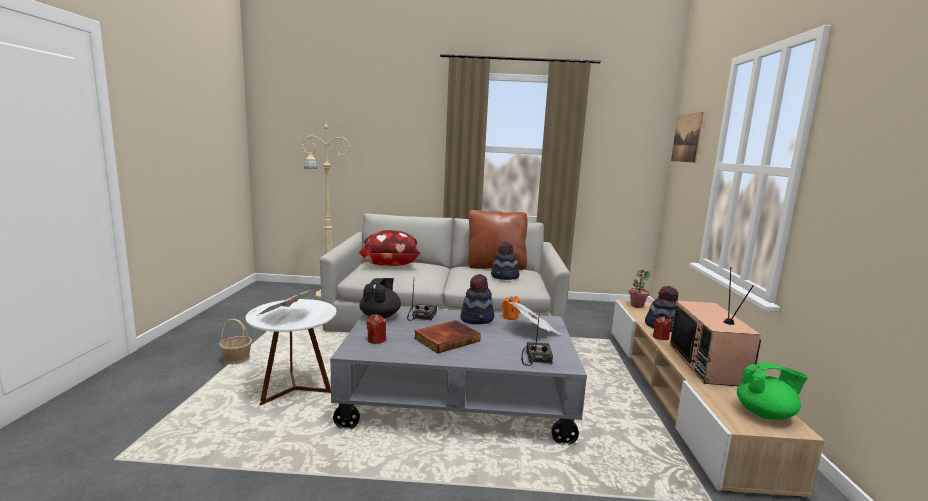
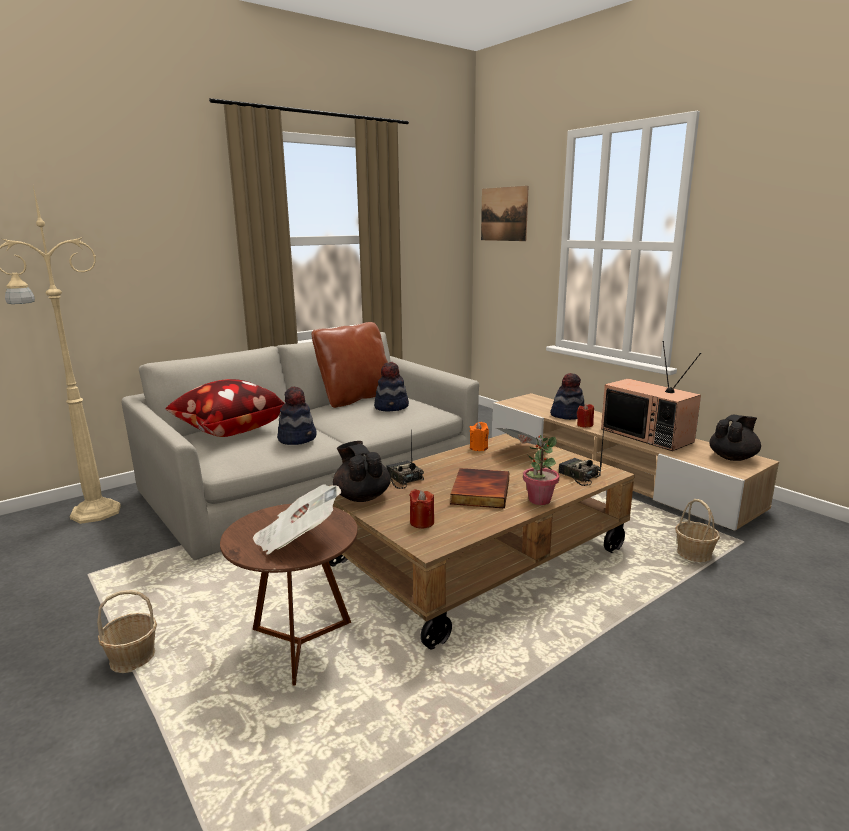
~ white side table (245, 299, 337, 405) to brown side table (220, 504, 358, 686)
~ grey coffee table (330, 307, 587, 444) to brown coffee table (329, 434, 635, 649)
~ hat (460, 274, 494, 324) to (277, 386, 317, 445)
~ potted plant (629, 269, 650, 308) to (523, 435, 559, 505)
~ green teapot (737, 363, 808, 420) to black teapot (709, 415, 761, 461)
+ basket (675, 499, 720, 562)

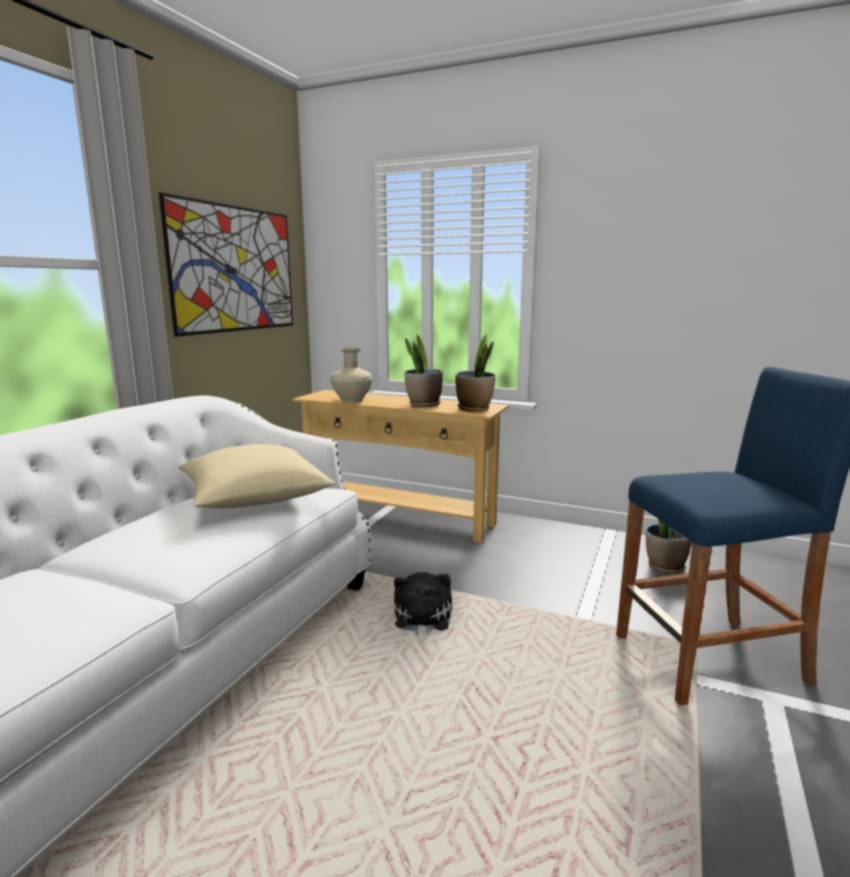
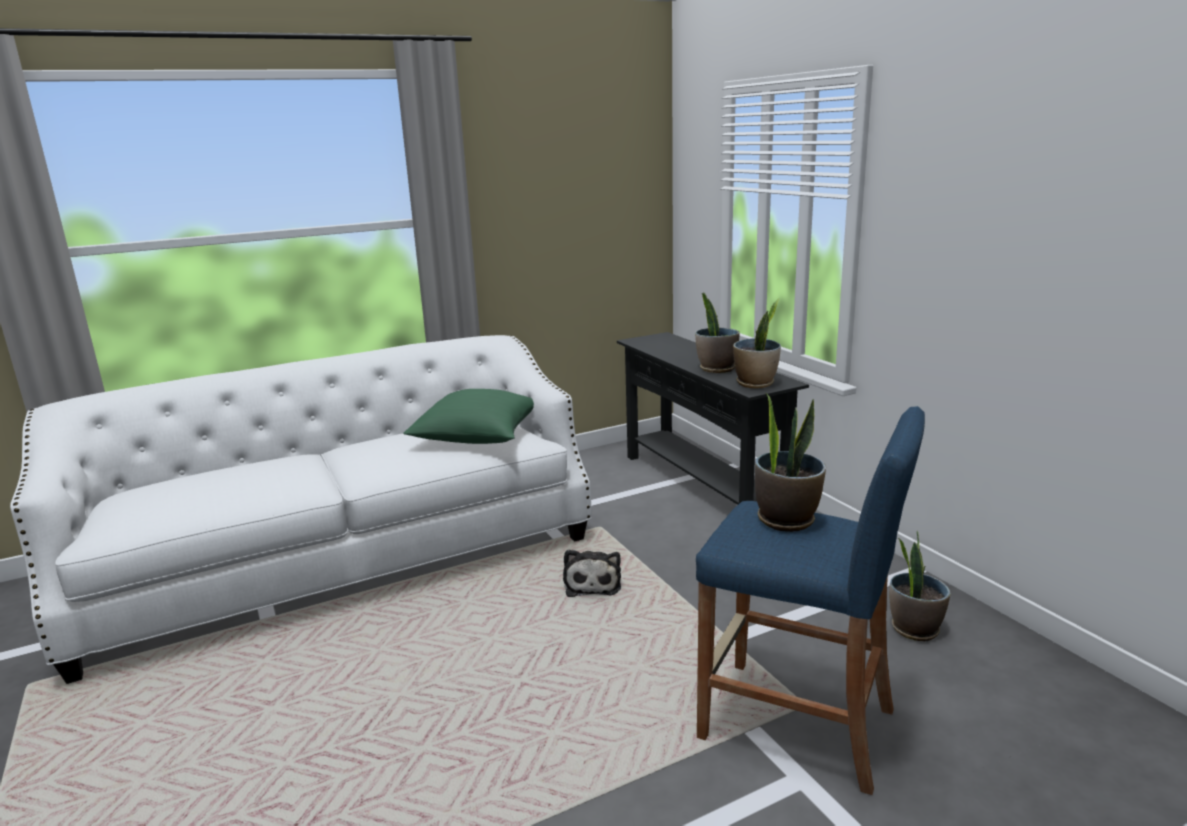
- picture (159, 192, 293, 337)
~ beige pillow (179, 444, 336, 508) to green pillow (403, 389, 534, 444)
~ beige console table (292, 390, 509, 543) to black console table (617, 332, 809, 505)
- beige vase (330, 348, 373, 402)
~ plush toy (394, 572, 452, 643) = (563, 549, 621, 597) 135 degrees clockwise
+ potted plant (755, 393, 826, 532)

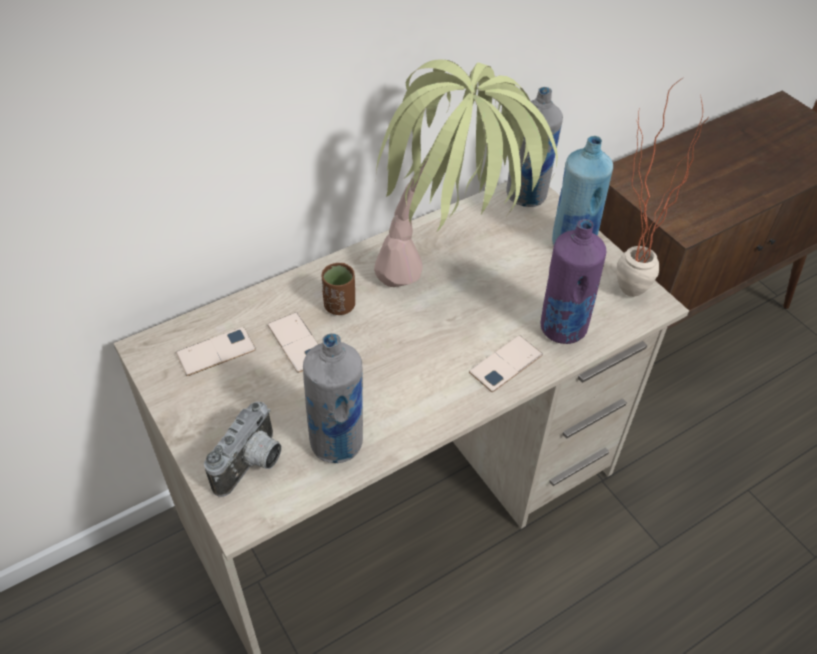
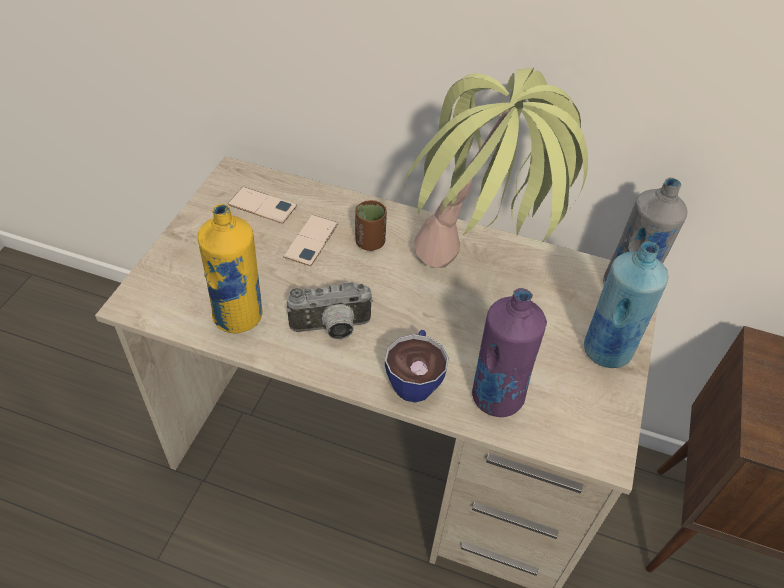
~ photo camera (204, 402, 281, 497) to (287, 282, 373, 340)
~ grey bottle (303, 333, 363, 463) to yellow bottle (197, 204, 263, 334)
~ phone (469, 335, 543, 392) to cup (385, 330, 449, 403)
- potted plant (617, 78, 709, 297)

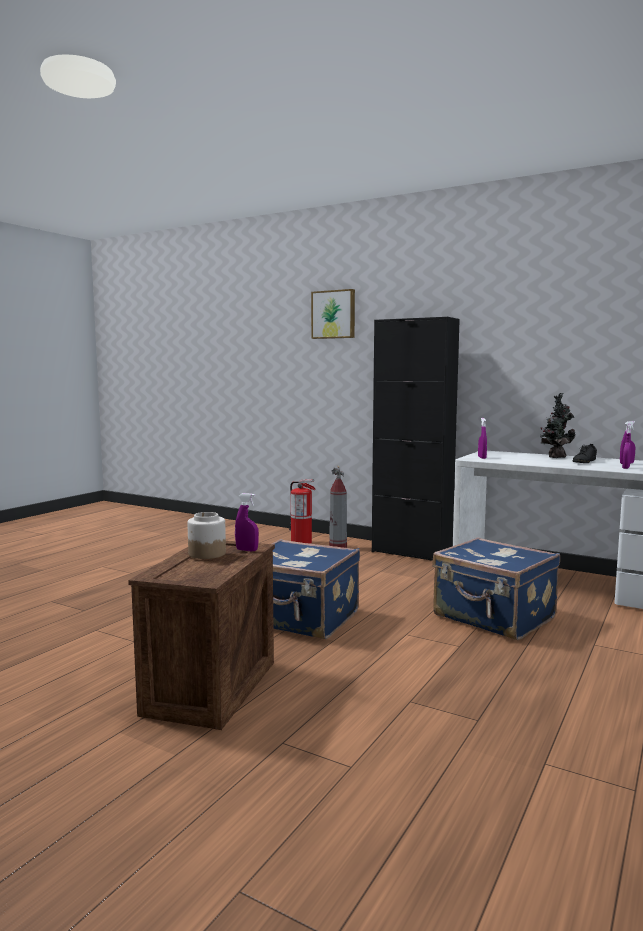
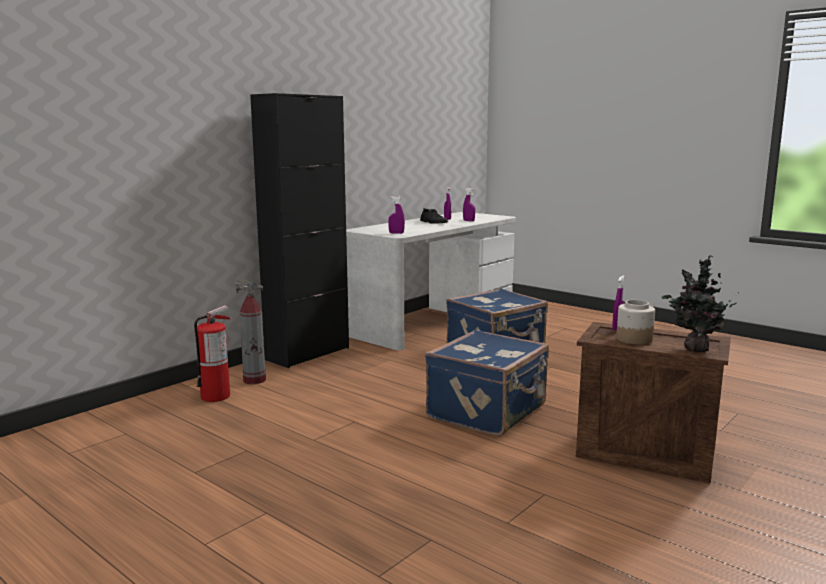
- picture (311, 289, 355, 339)
~ potted plant (540, 393, 576, 458) to (662, 255, 739, 352)

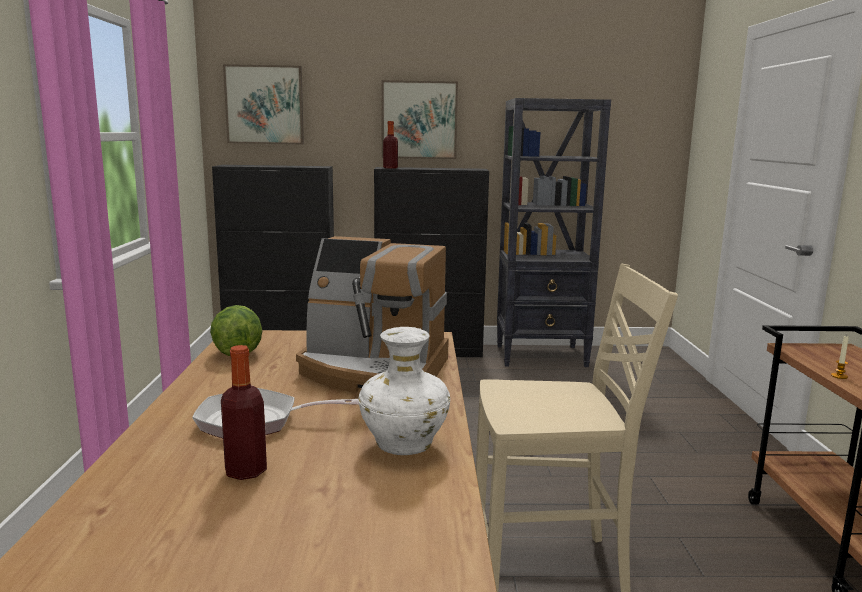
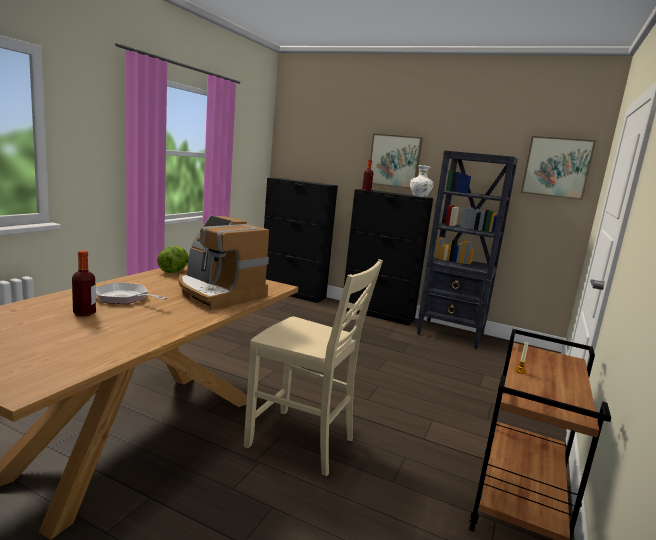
~ picture (223, 64, 304, 144) to (521, 136, 596, 200)
~ white vase (359, 327, 450, 455) to (410, 165, 434, 198)

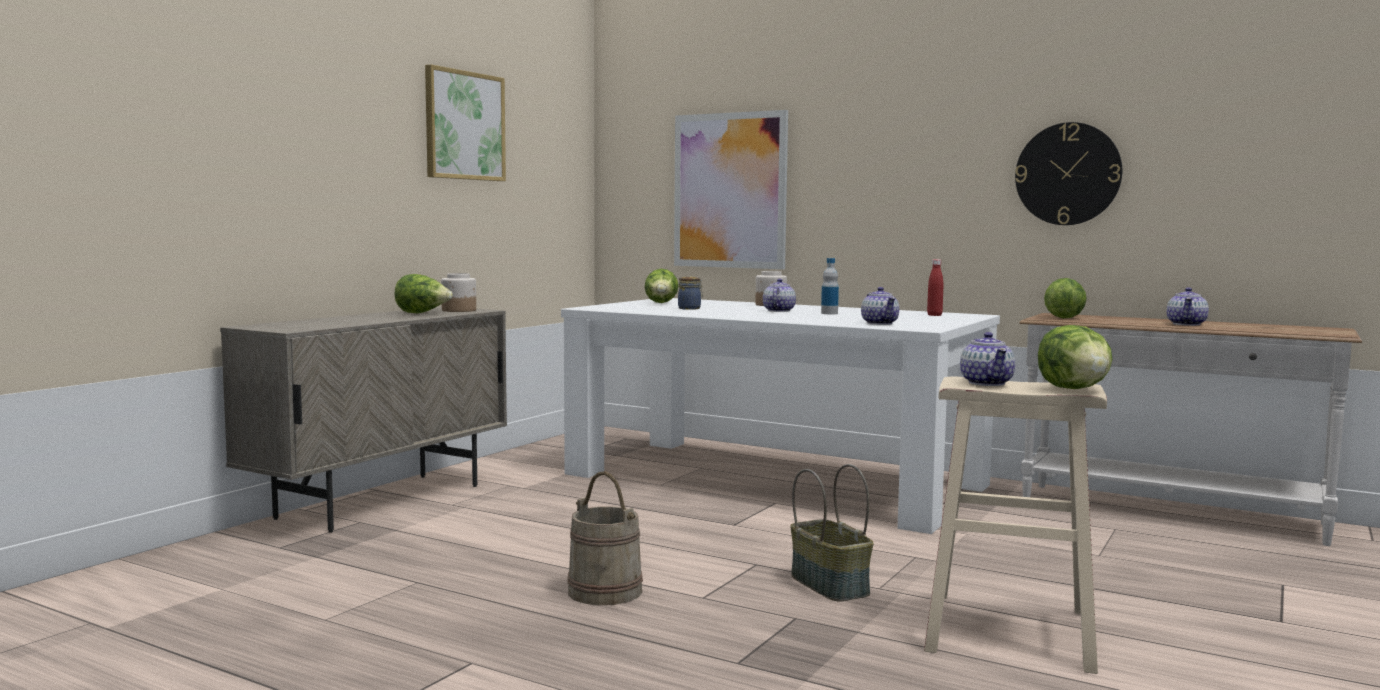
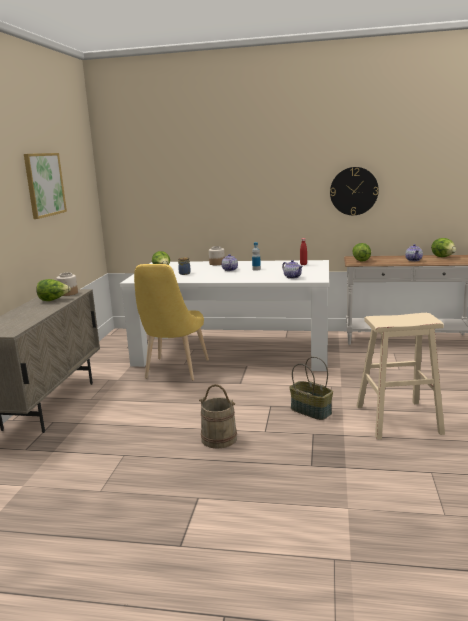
- picture (674, 110, 788, 269)
- teapot (960, 332, 1015, 386)
~ lettuce (1038, 325, 1113, 389) to (431, 238, 456, 257)
+ yellow chair (134, 264, 209, 380)

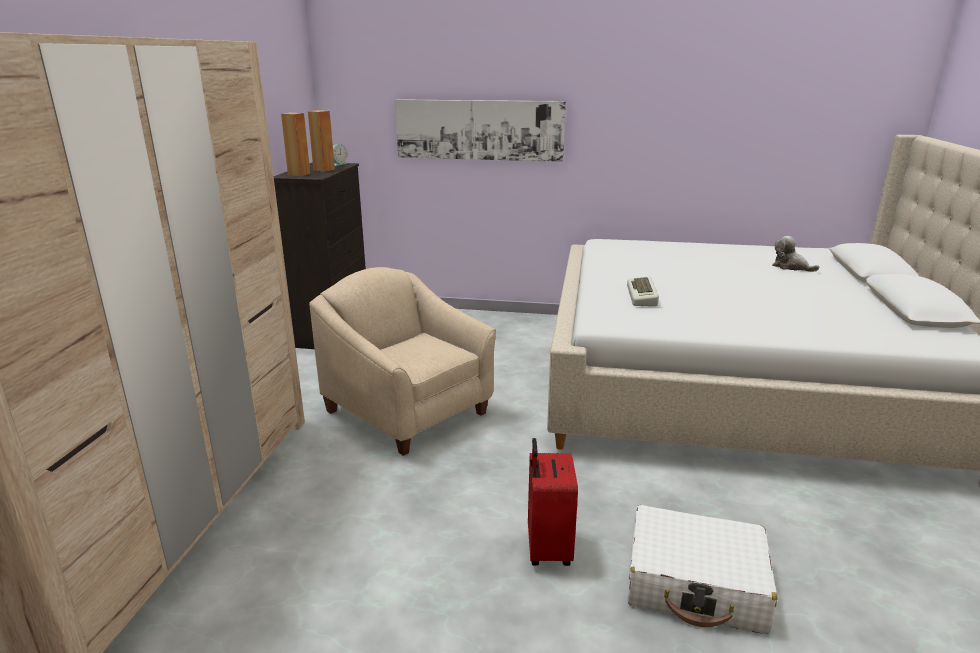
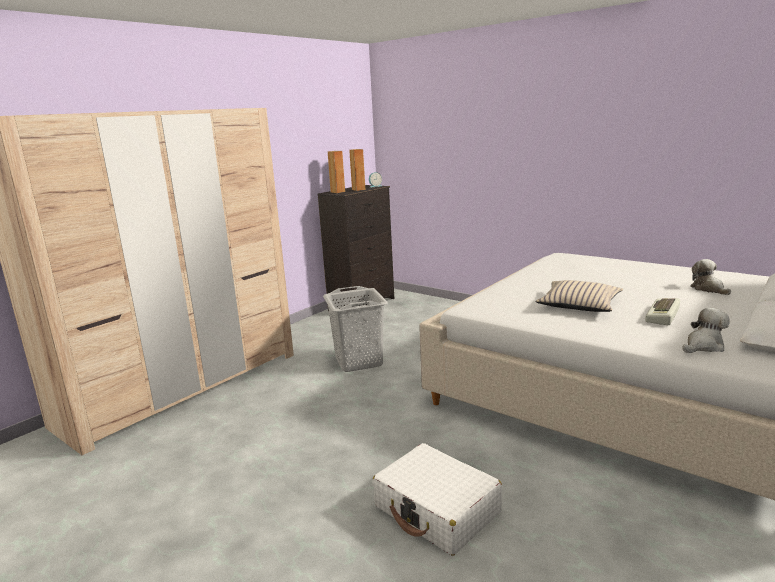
~ beige armchair (309, 267, 496, 456) to grey laundry basket (323, 286, 388, 372)
- picture (395, 99, 566, 162)
- red suitcase (528, 438, 578, 566)
~ keyboard (627, 277, 659, 307) to (645, 298, 680, 325)
+ beige pillow (535, 280, 623, 312)
+ plush toy (682, 308, 730, 353)

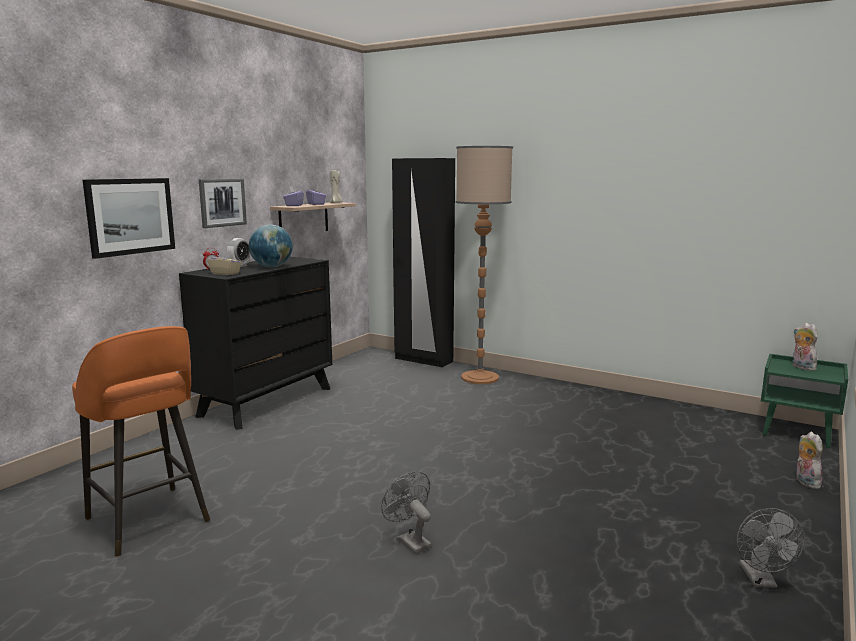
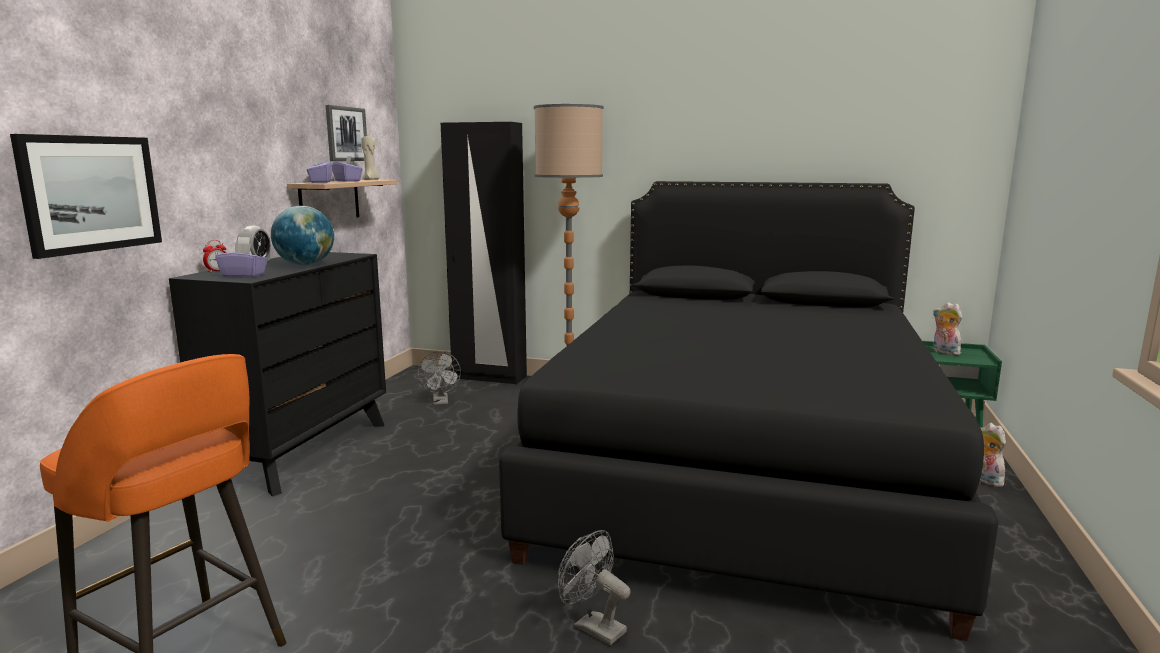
~ picture (199, 178, 247, 228) to (326, 105, 367, 161)
~ beige tissue box (207, 251, 242, 275) to purple tissue box (215, 243, 268, 278)
~ grey fan (737, 508, 804, 588) to (418, 351, 461, 405)
+ black bed (499, 181, 999, 641)

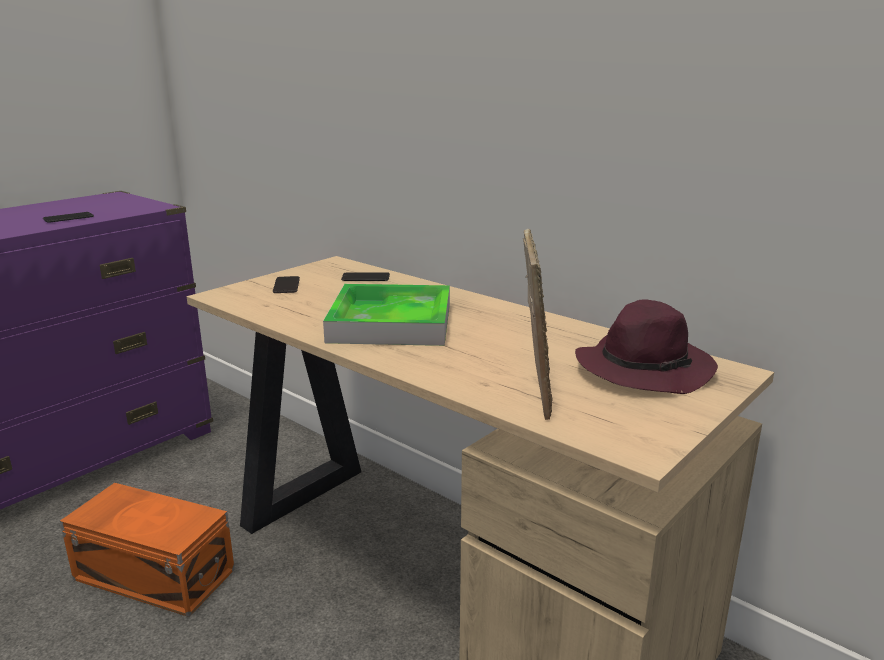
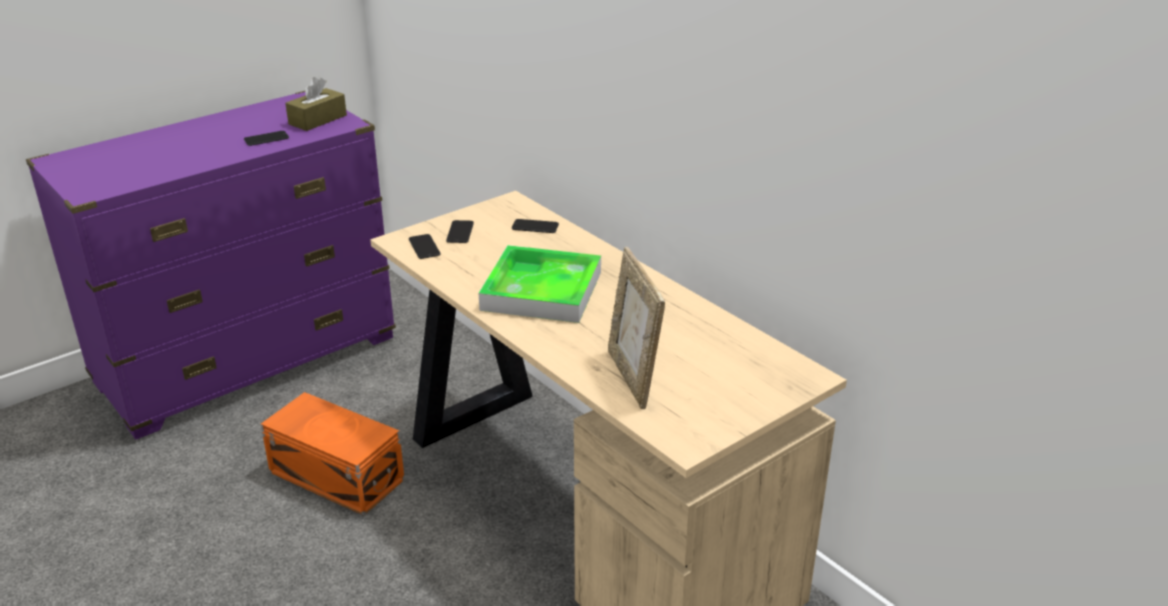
~ picture frame (523, 229, 553, 420) = (608, 247, 665, 409) 150 degrees clockwise
- purple hat (575, 299, 718, 394)
+ brown tissue box (285, 77, 347, 131)
+ phone (409, 234, 441, 259)

